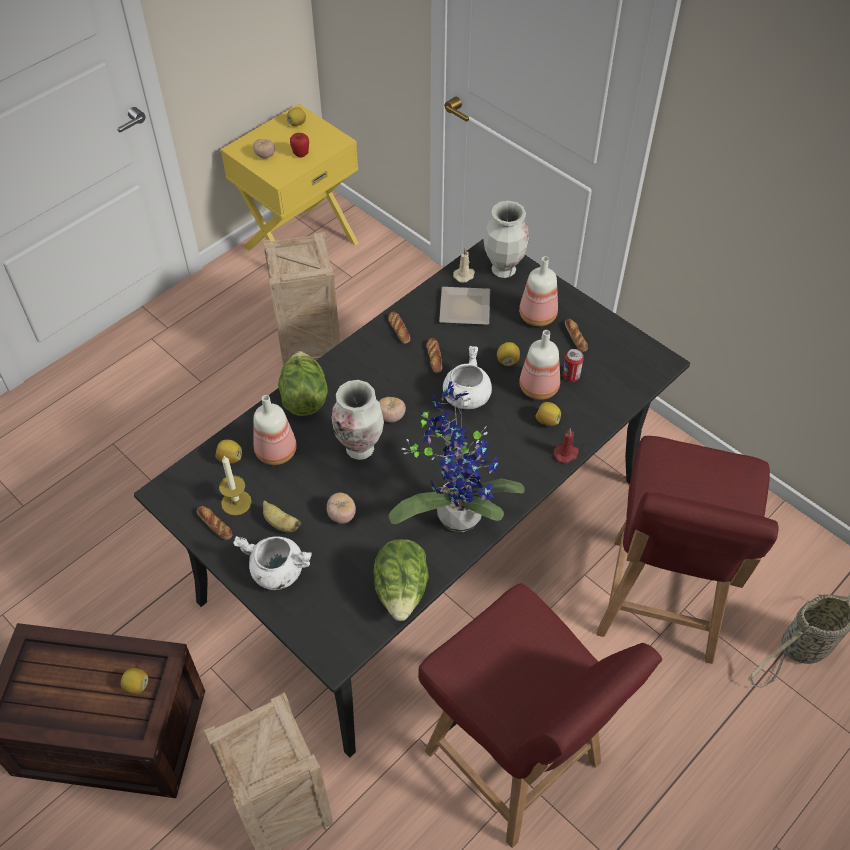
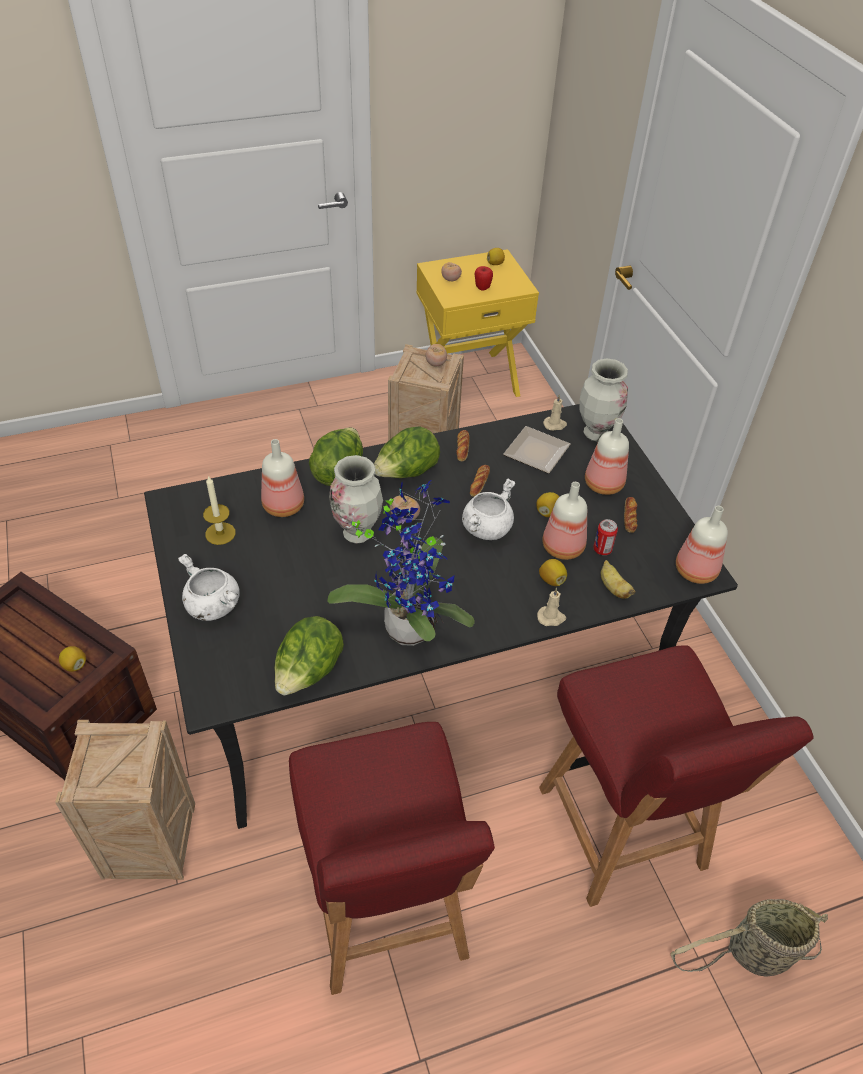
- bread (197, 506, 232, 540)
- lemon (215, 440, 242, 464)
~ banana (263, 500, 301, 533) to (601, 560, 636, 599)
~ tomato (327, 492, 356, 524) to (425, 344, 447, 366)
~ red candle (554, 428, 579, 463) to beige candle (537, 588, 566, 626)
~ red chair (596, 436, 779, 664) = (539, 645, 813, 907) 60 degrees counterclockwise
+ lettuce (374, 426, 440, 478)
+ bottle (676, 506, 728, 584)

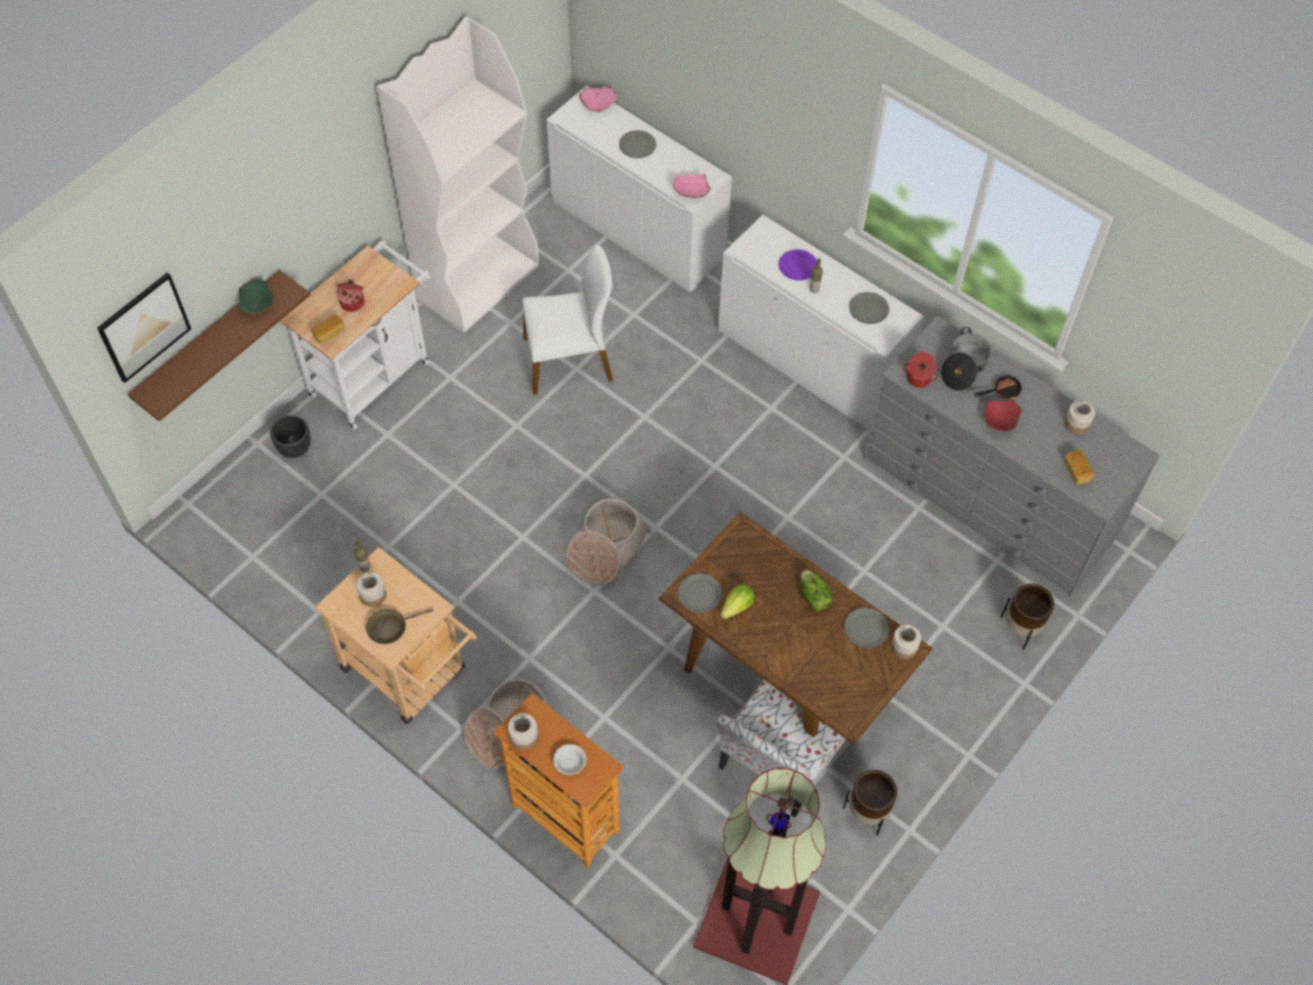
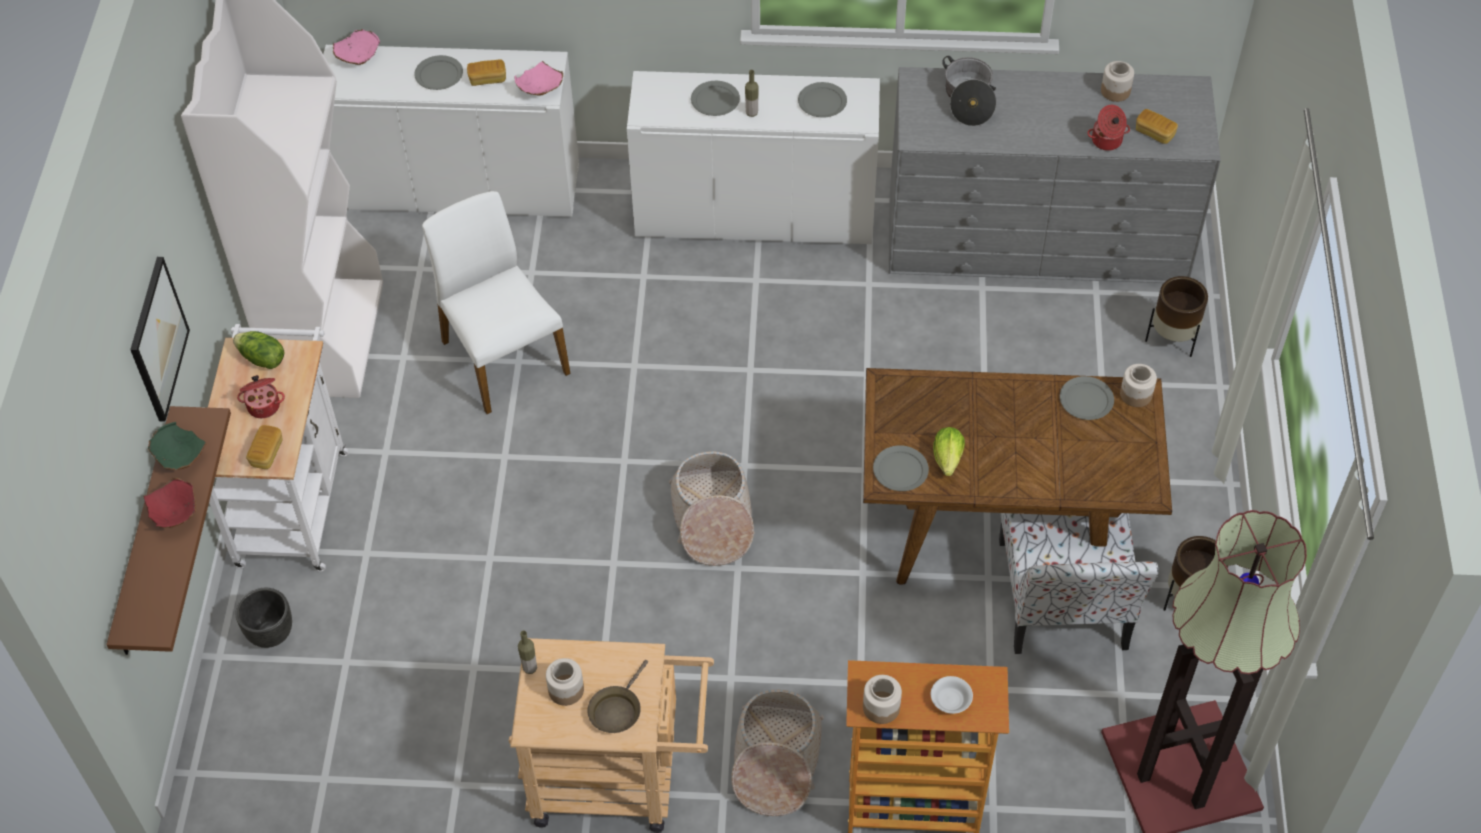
~ picture (97, 273, 191, 383) to (130, 257, 190, 422)
~ white chair (522, 245, 613, 395) = (422, 191, 571, 414) 75 degrees counterclockwise
~ purple plate (779, 249, 817, 280) to grey plate (691, 81, 740, 116)
~ lettuce (801, 570, 832, 611) to (233, 331, 284, 369)
~ cooking pot (903, 352, 938, 388) to (1087, 105, 1130, 151)
- frying pan (974, 373, 1022, 400)
~ red bowl (984, 399, 1022, 431) to (143, 477, 196, 528)
+ bread (467, 59, 506, 86)

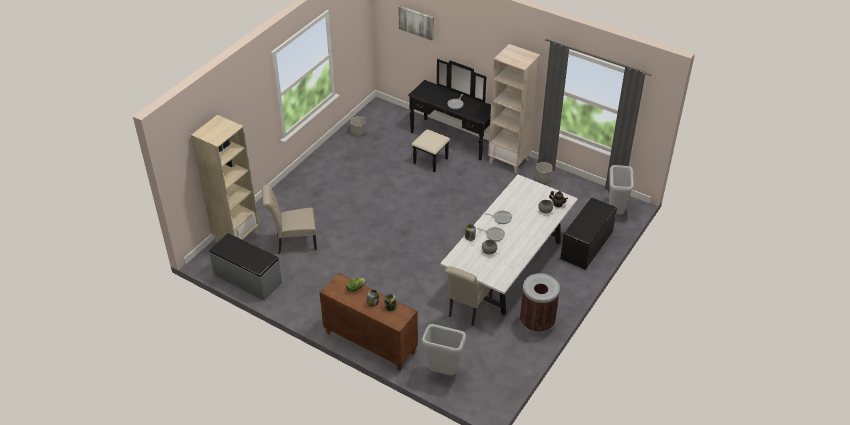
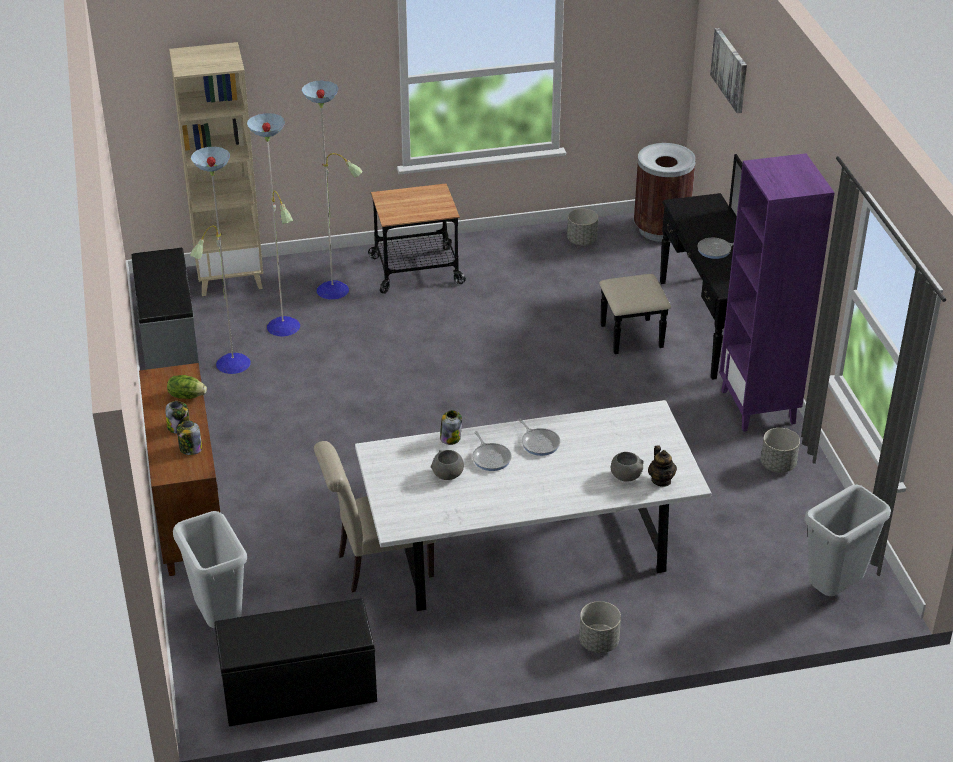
~ beige chair (262, 185, 317, 254) to floor lamp (190, 80, 362, 374)
~ beige bookcase (488, 44, 540, 174) to purple bookcase (719, 153, 835, 432)
~ brown trash can (520, 273, 560, 333) to (634, 143, 696, 242)
~ black bench (560, 198, 617, 270) to (215, 598, 377, 727)
+ cart (368, 183, 466, 294)
+ grey planter (579, 601, 621, 653)

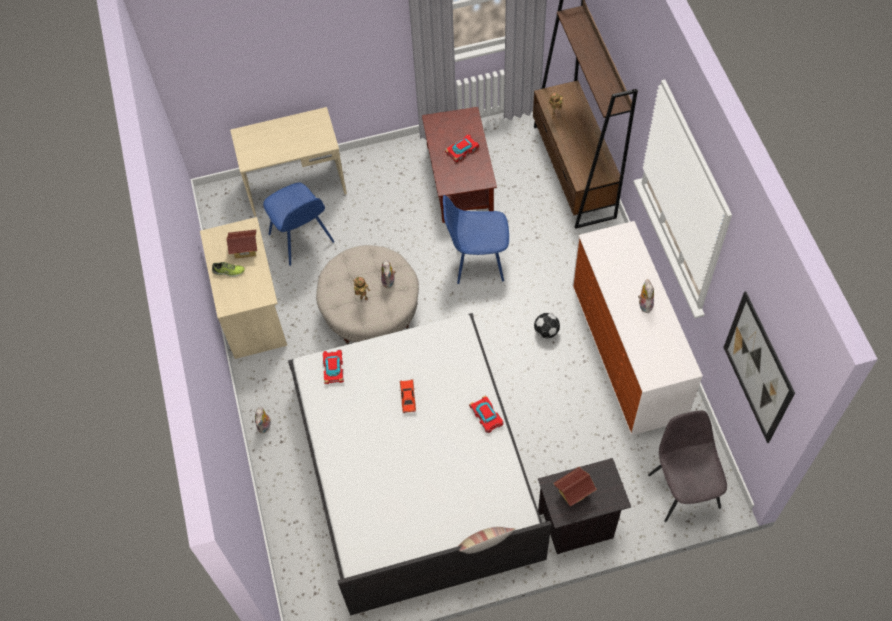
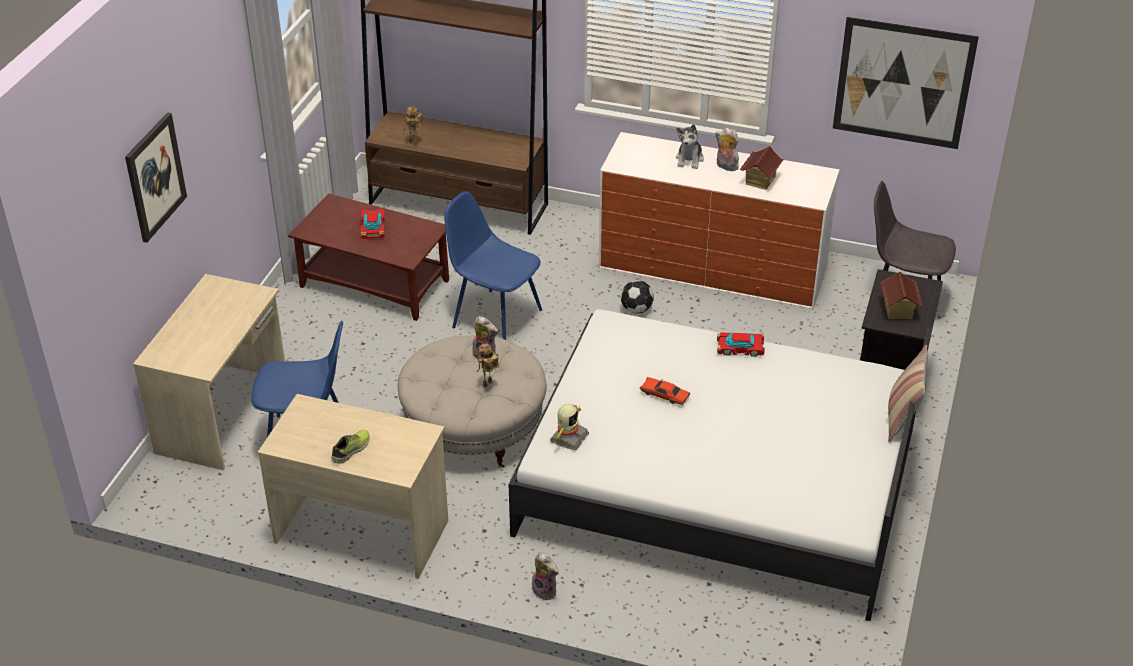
~ toy house (227, 230, 257, 259) to (740, 146, 784, 190)
~ toy car (323, 350, 344, 384) to toy robot (550, 404, 589, 450)
~ blue chair (443, 195, 509, 284) = (444, 191, 542, 340) 90 degrees clockwise
+ picture (125, 112, 187, 243)
+ plush toy (676, 124, 704, 169)

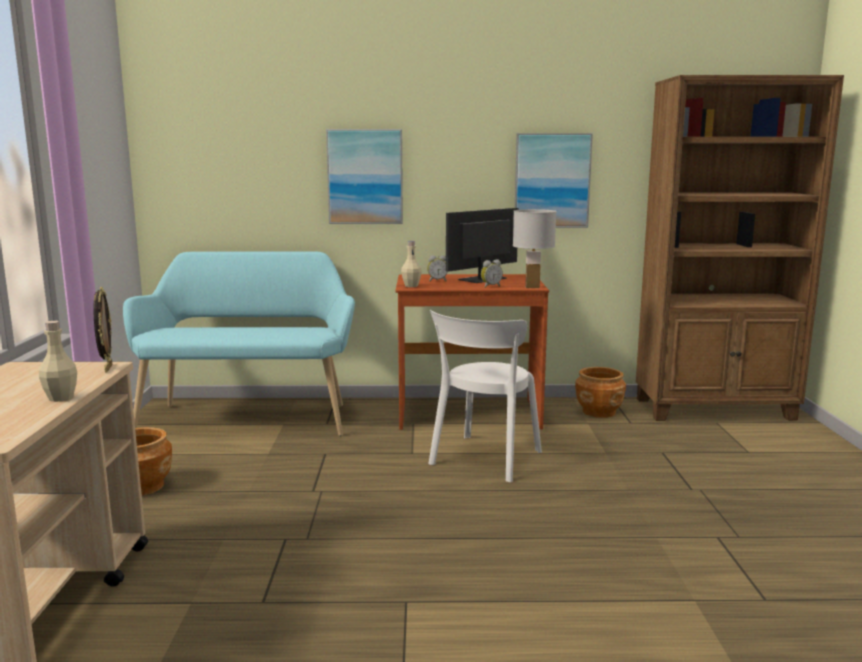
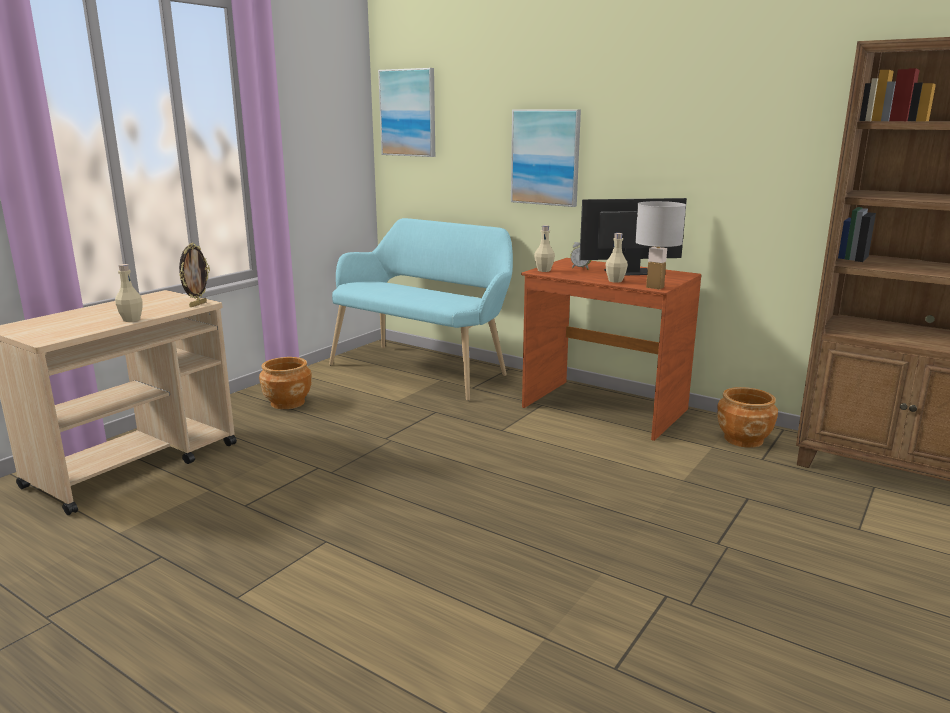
- white chair (428, 310, 542, 482)
~ alarm clock (481, 260, 503, 288) to beige bottle (605, 233, 628, 283)
~ picture (515, 133, 593, 228) to (378, 68, 435, 157)

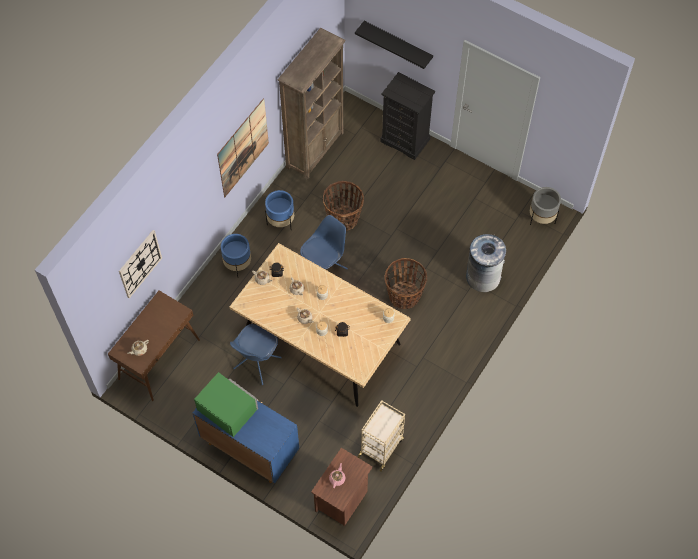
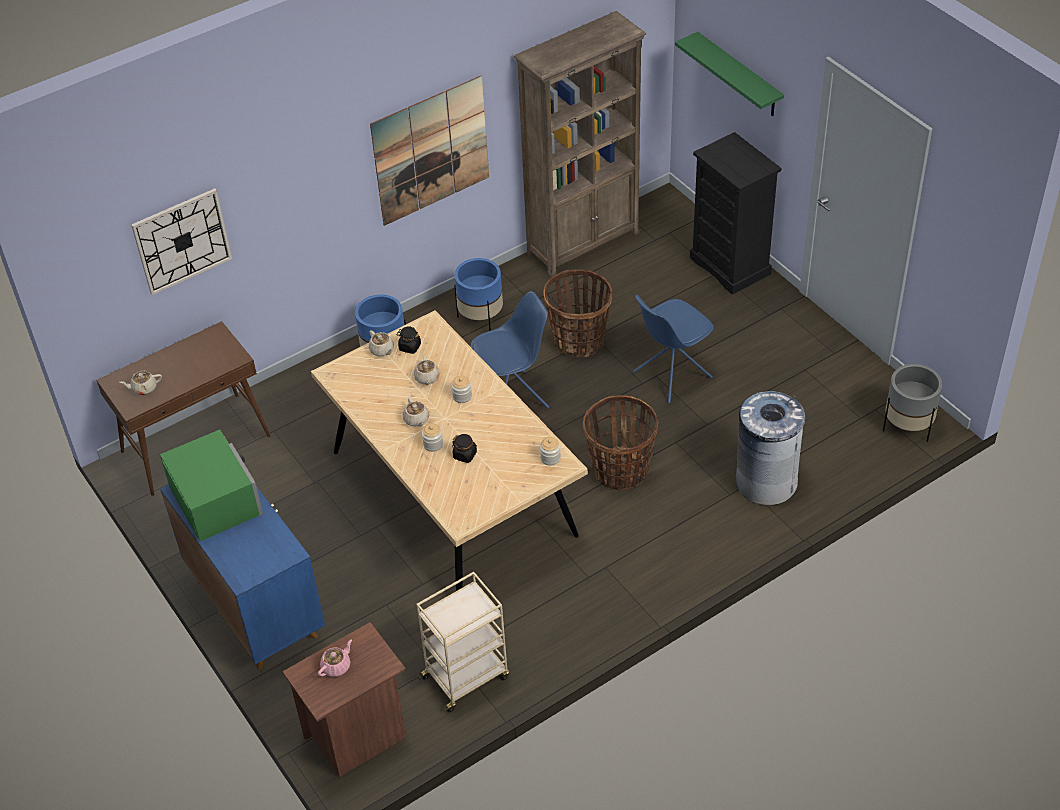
~ blue chair (230, 324, 282, 385) to (633, 295, 714, 403)
~ black shelf (355, 21, 433, 69) to green shelf (675, 32, 784, 116)

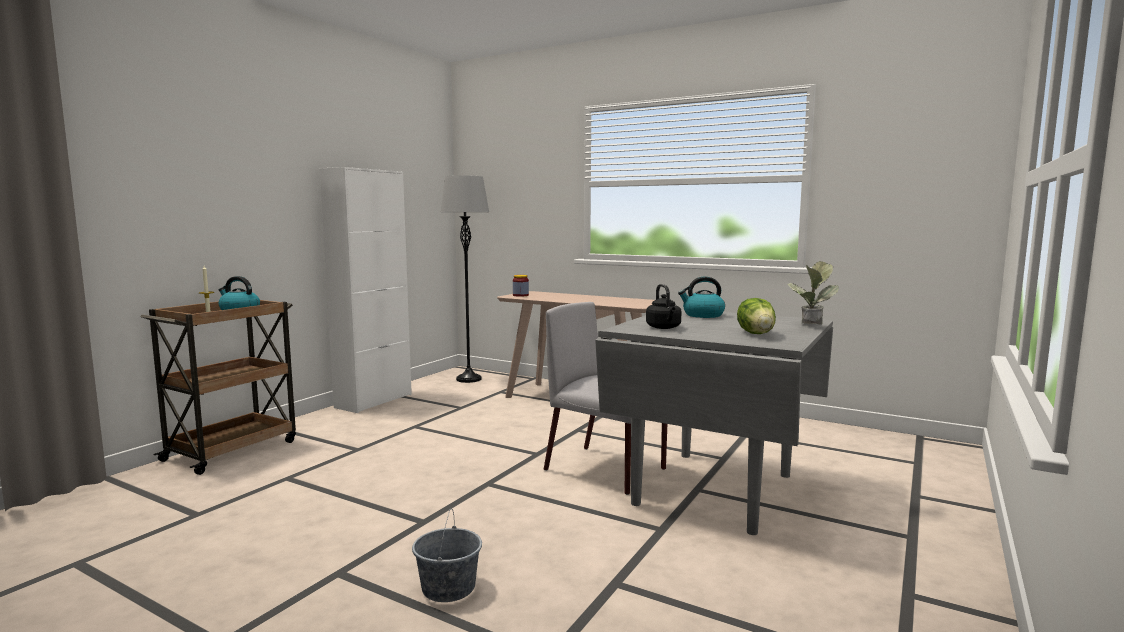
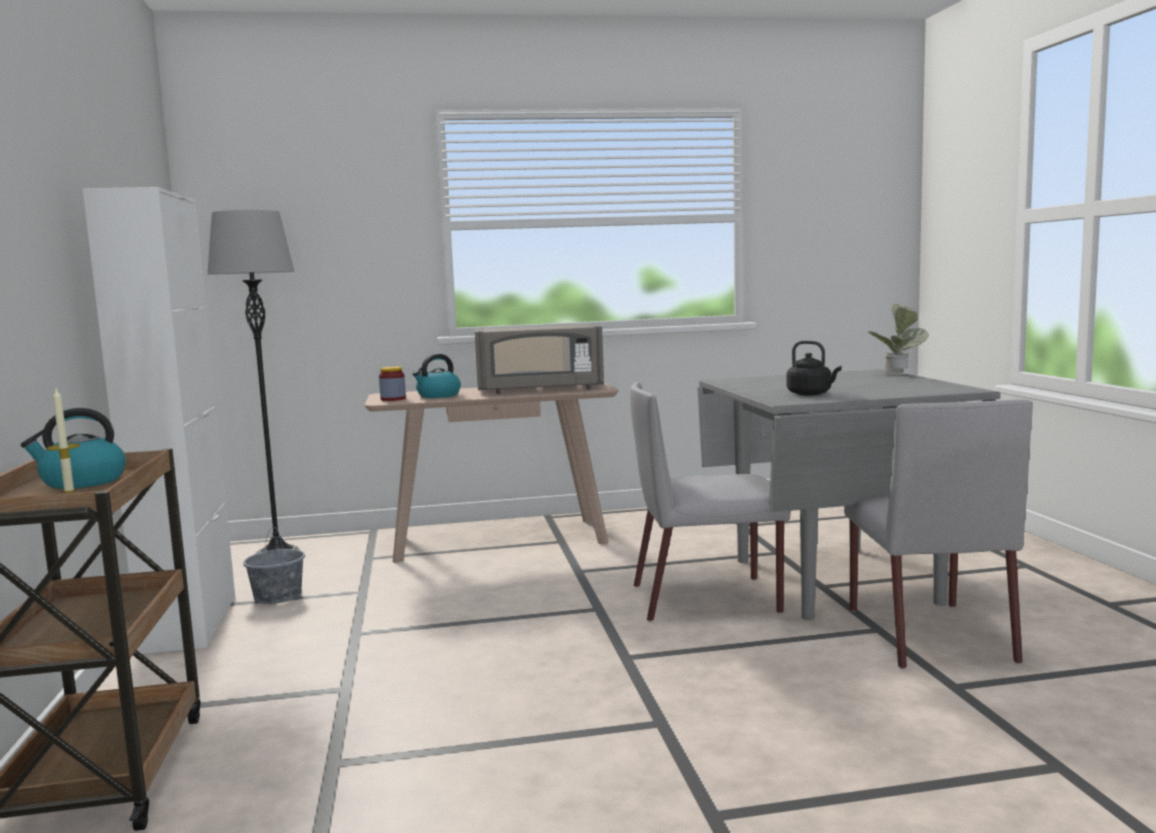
~ grey bucket (412, 508, 482, 602) to (243, 527, 305, 604)
~ kettle (678, 276, 725, 318) to (412, 354, 461, 398)
- lettuce (737, 298, 776, 334)
+ grey microwave (475, 324, 604, 394)
+ grey chair (844, 399, 1033, 669)

